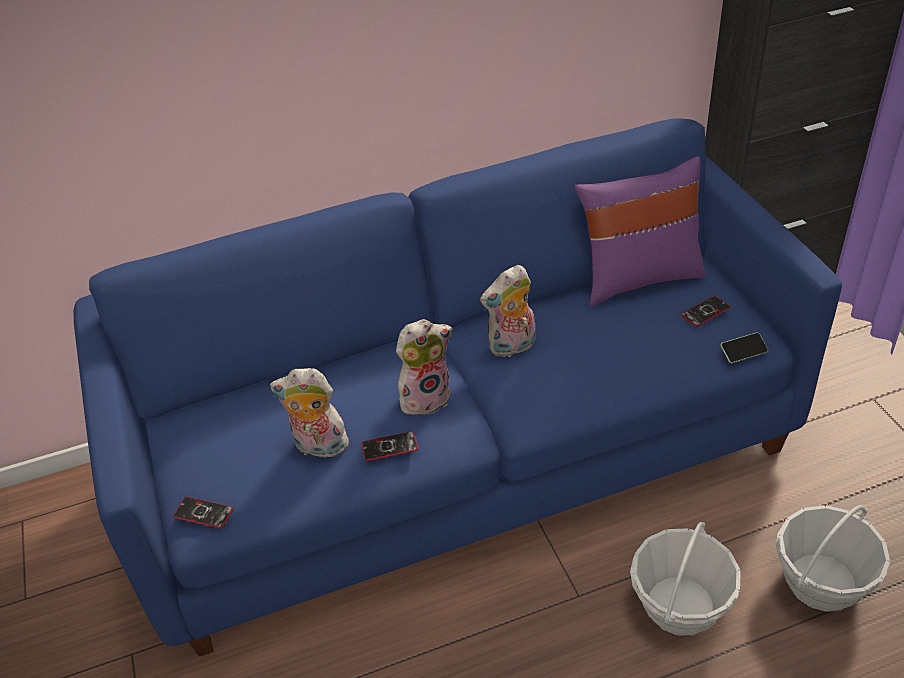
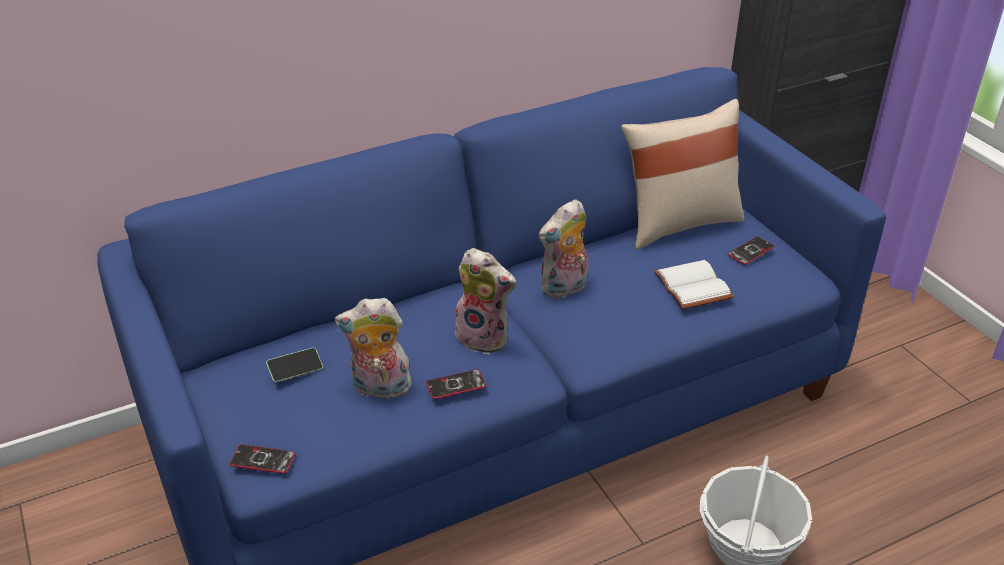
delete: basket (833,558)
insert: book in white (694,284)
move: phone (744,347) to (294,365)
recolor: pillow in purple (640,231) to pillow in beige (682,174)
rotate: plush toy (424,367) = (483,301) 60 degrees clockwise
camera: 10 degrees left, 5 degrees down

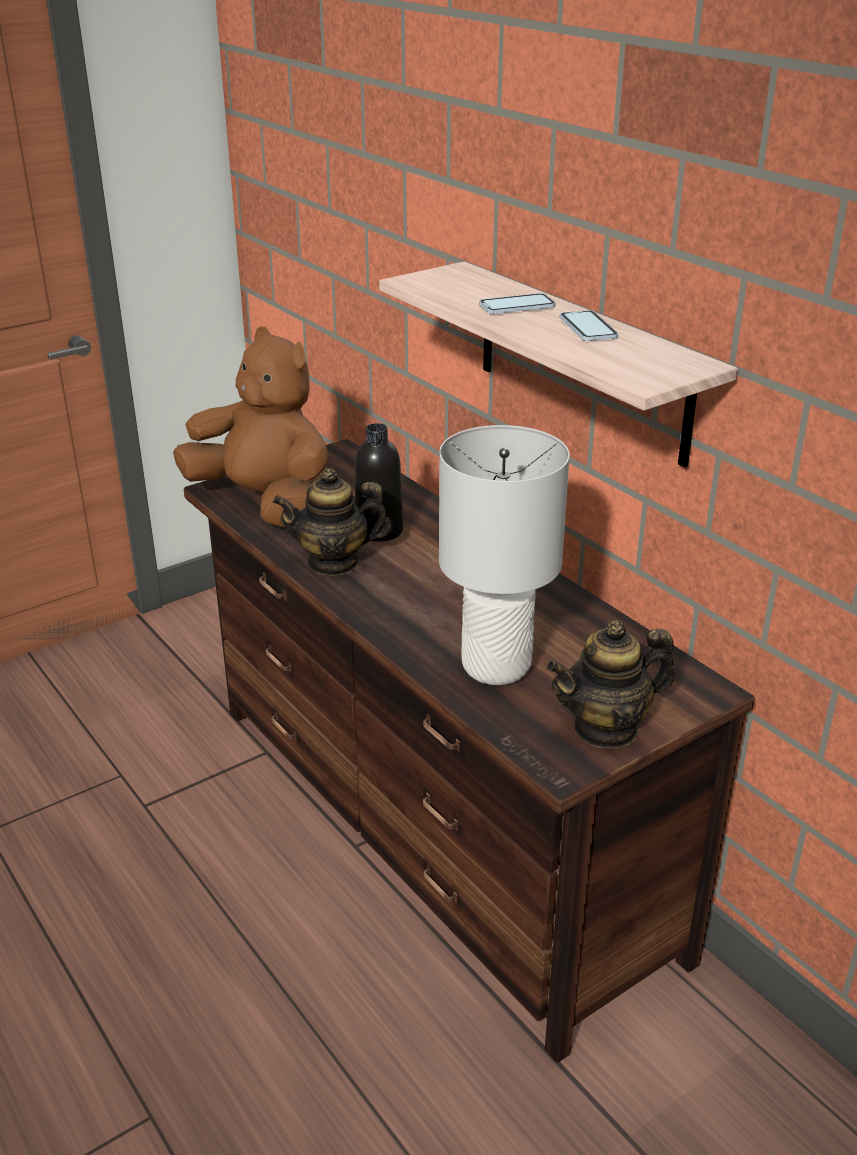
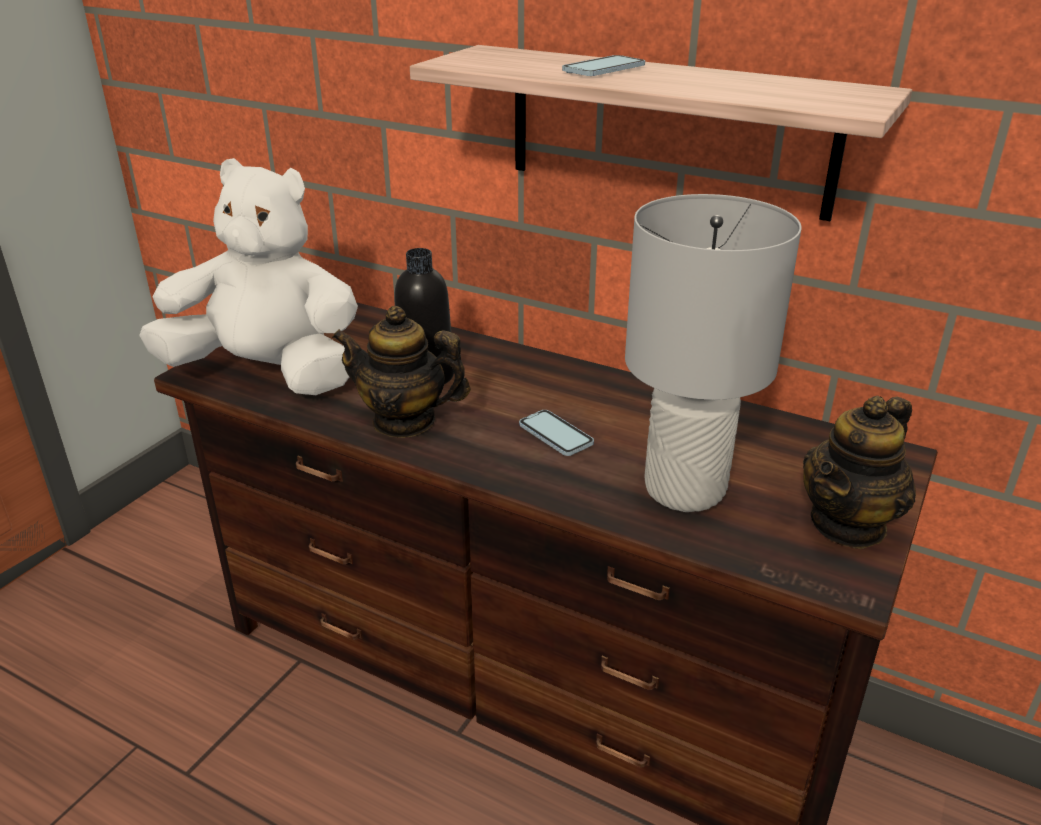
move: phone (589,325) to (556,433)
recolor: plush toy in brown (251,426) to plush toy in white (248,276)
rotate: teapot (332,522) = (401,372) 45 degrees clockwise
camera: 25 degrees left, 0 degrees up

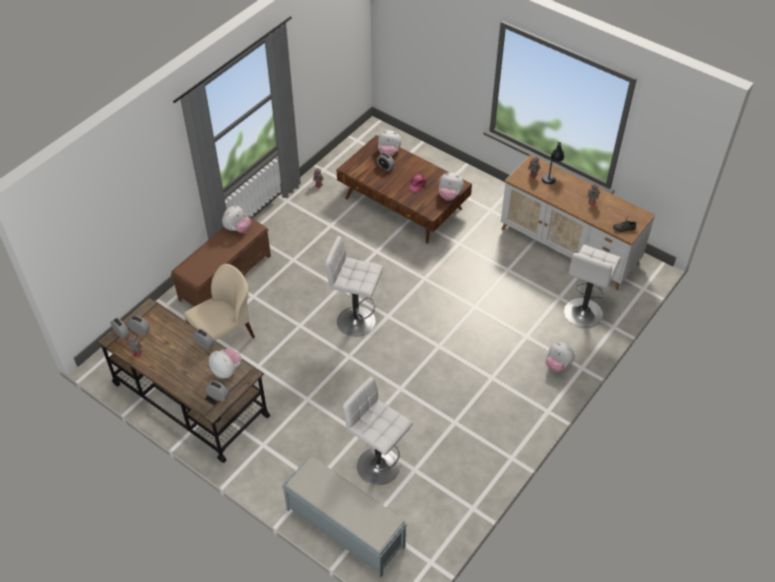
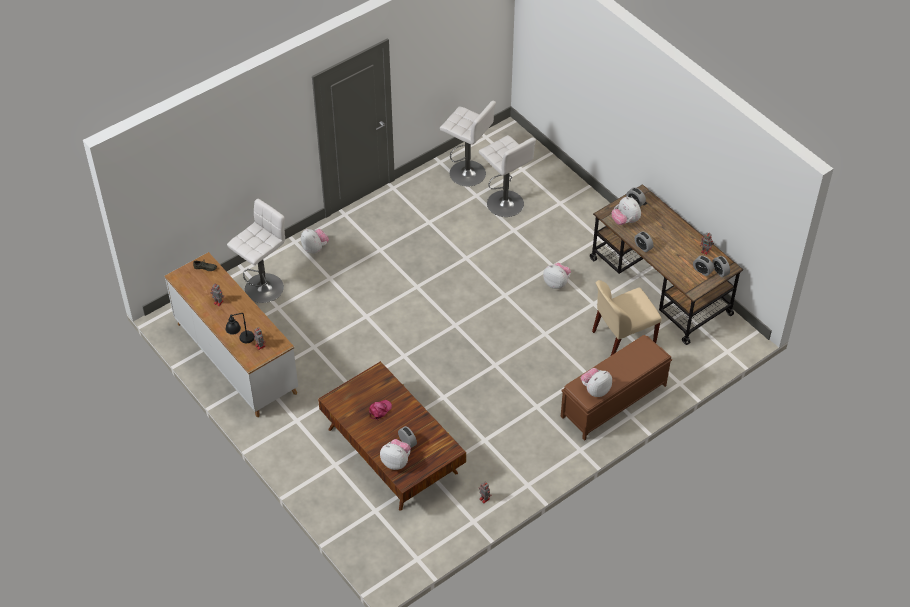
delete: bench in grey (345,517)
move: stool in white (354,286) to (468,143); plush toy (451,187) to (557,276)
camera: 165 degrees left, 0 degrees up

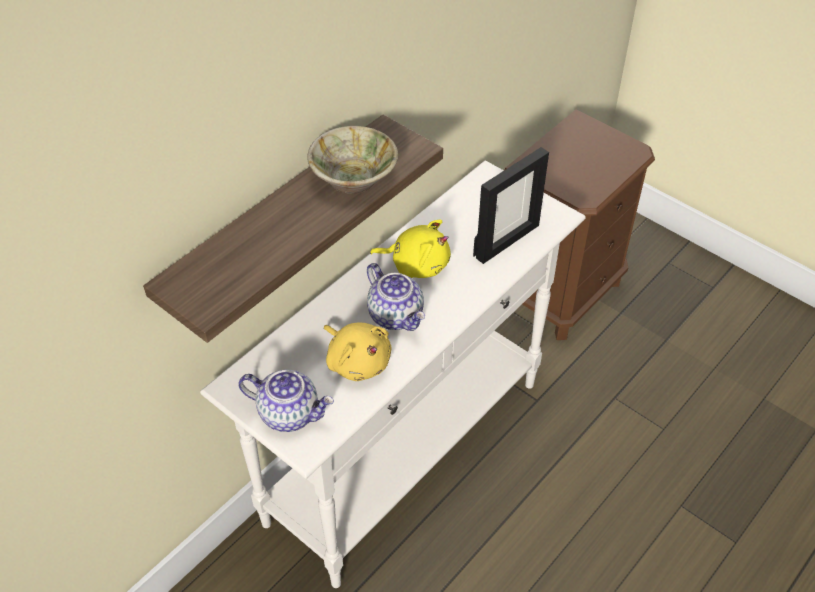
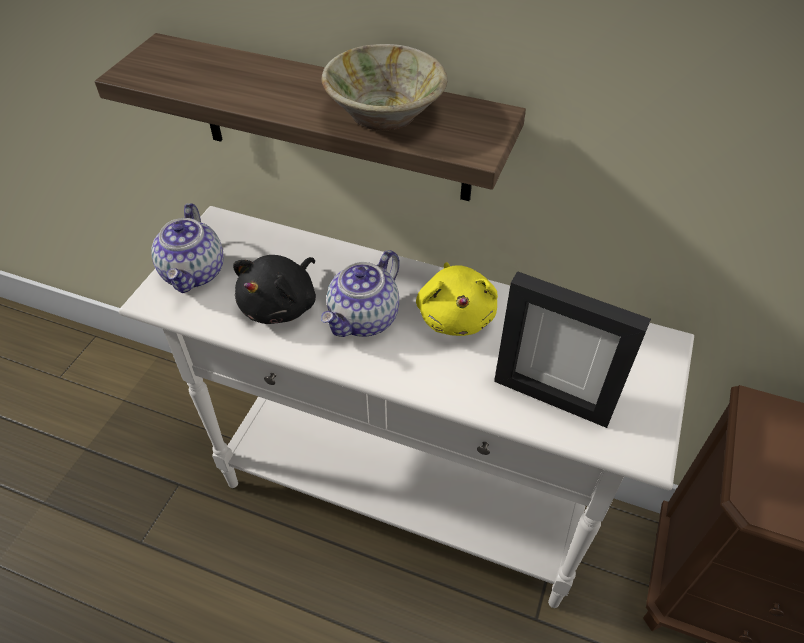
recolor: plush toy in yellow (357,352) to plush toy in black (274,289)
camera: 70 degrees right, 0 degrees up

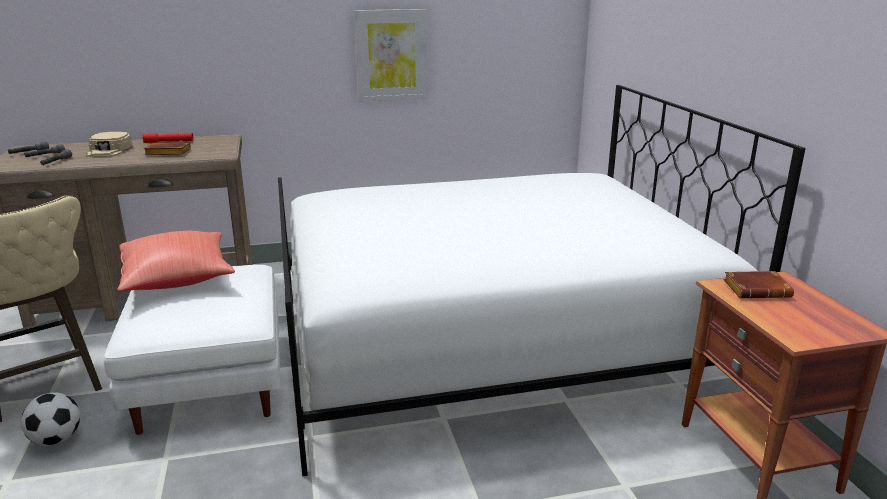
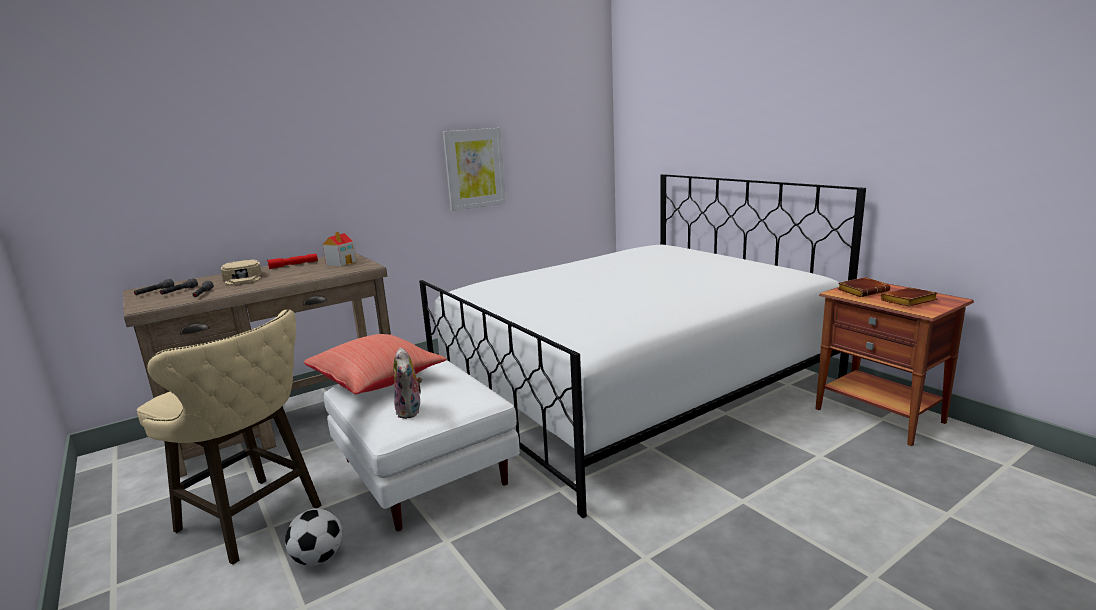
insert: toy house (340,248); plush toy (407,383)
move: book in brown (167,149) to (909,296)
camera: 20 degrees left, 5 degrees down

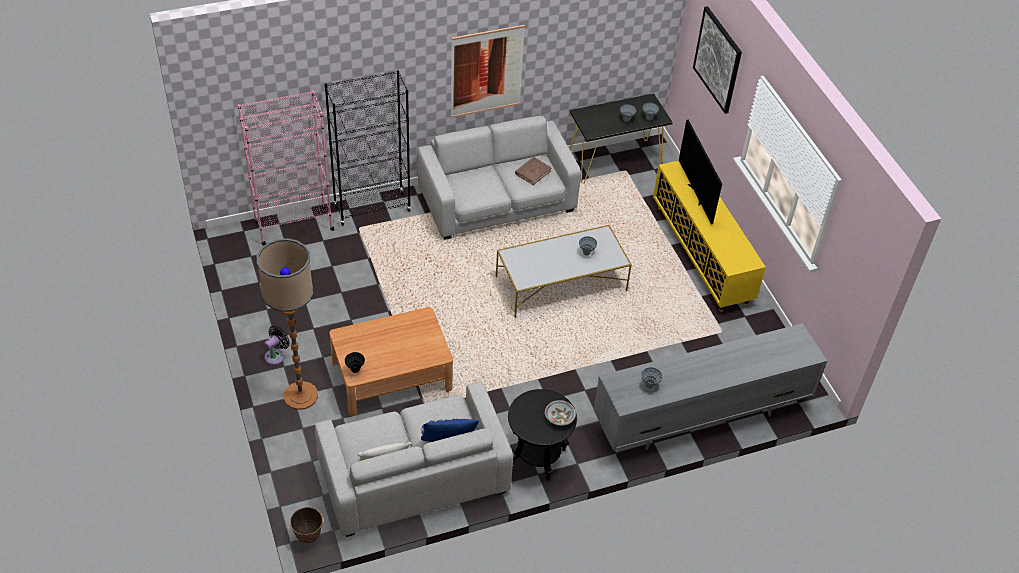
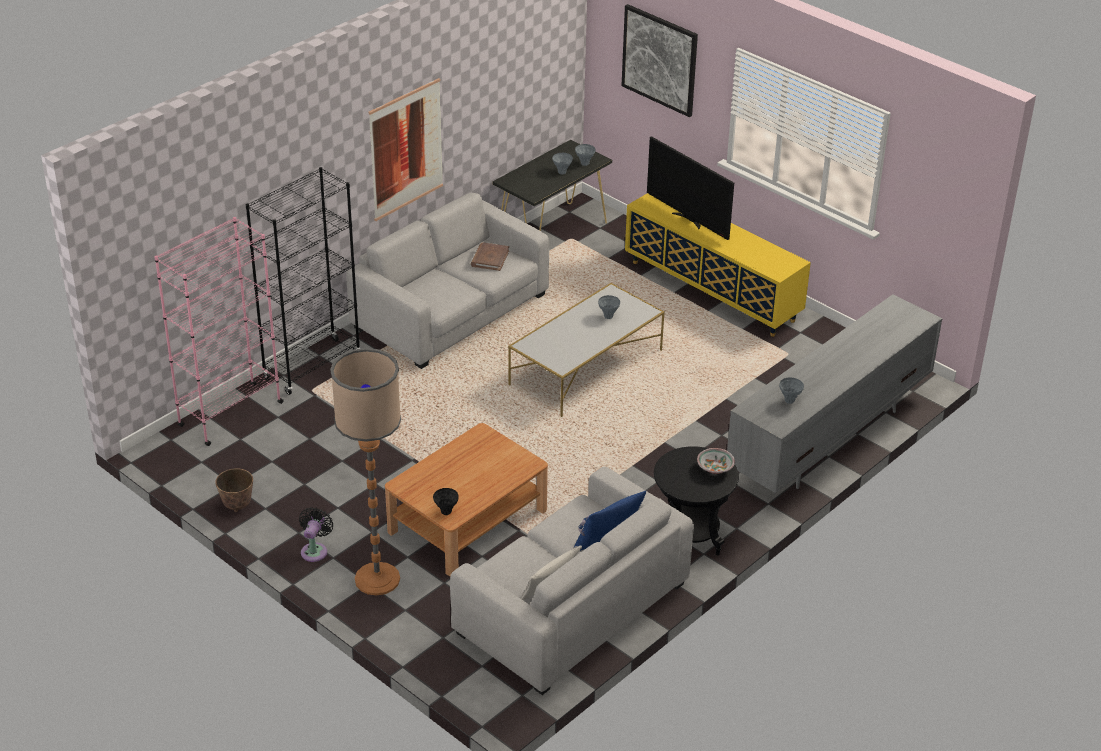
move: planter (306,525) to (234,490)
camera: 25 degrees left, 10 degrees down

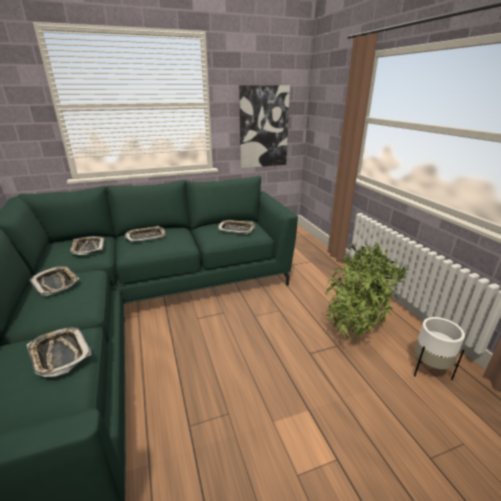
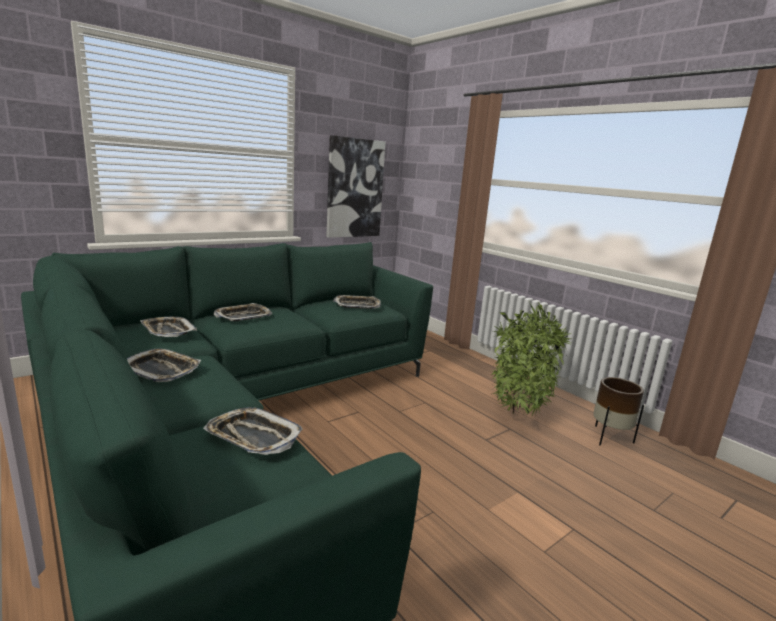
recolor: planter in white (439,348) to planter in brown (618,411)
camera: 20 degrees left, 10 degrees down

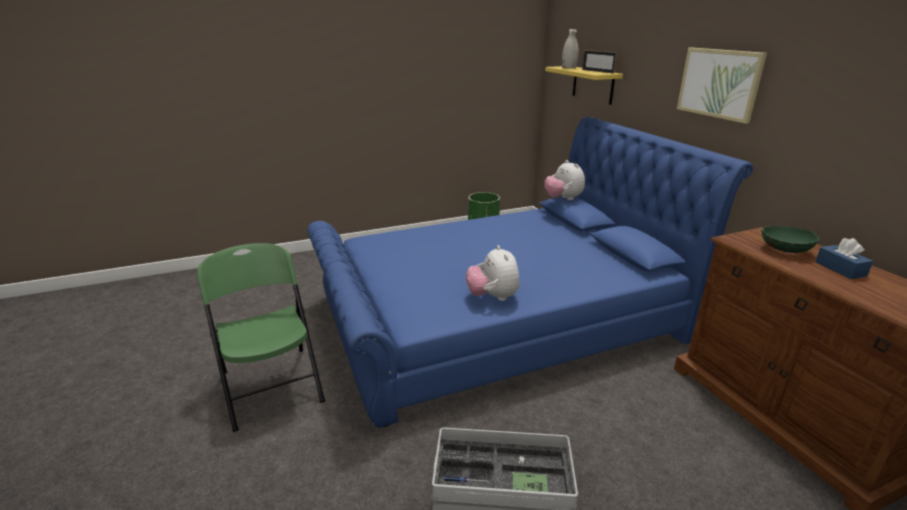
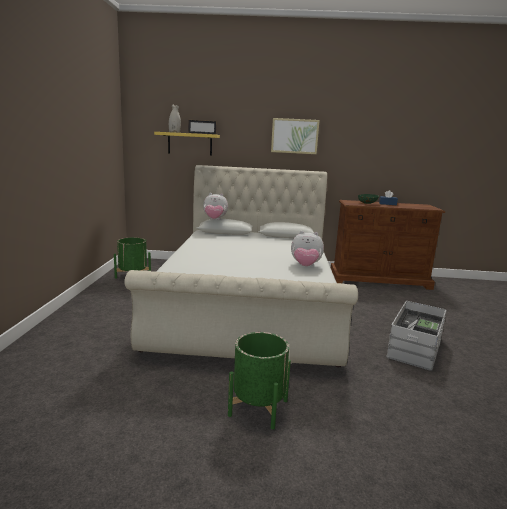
replace: chair in green (261,337) to planter in green (259,380)
recolor: bed in blue (530,272) to bed in beige (241,266)
camera: 65 degrees left, 10 degrees down

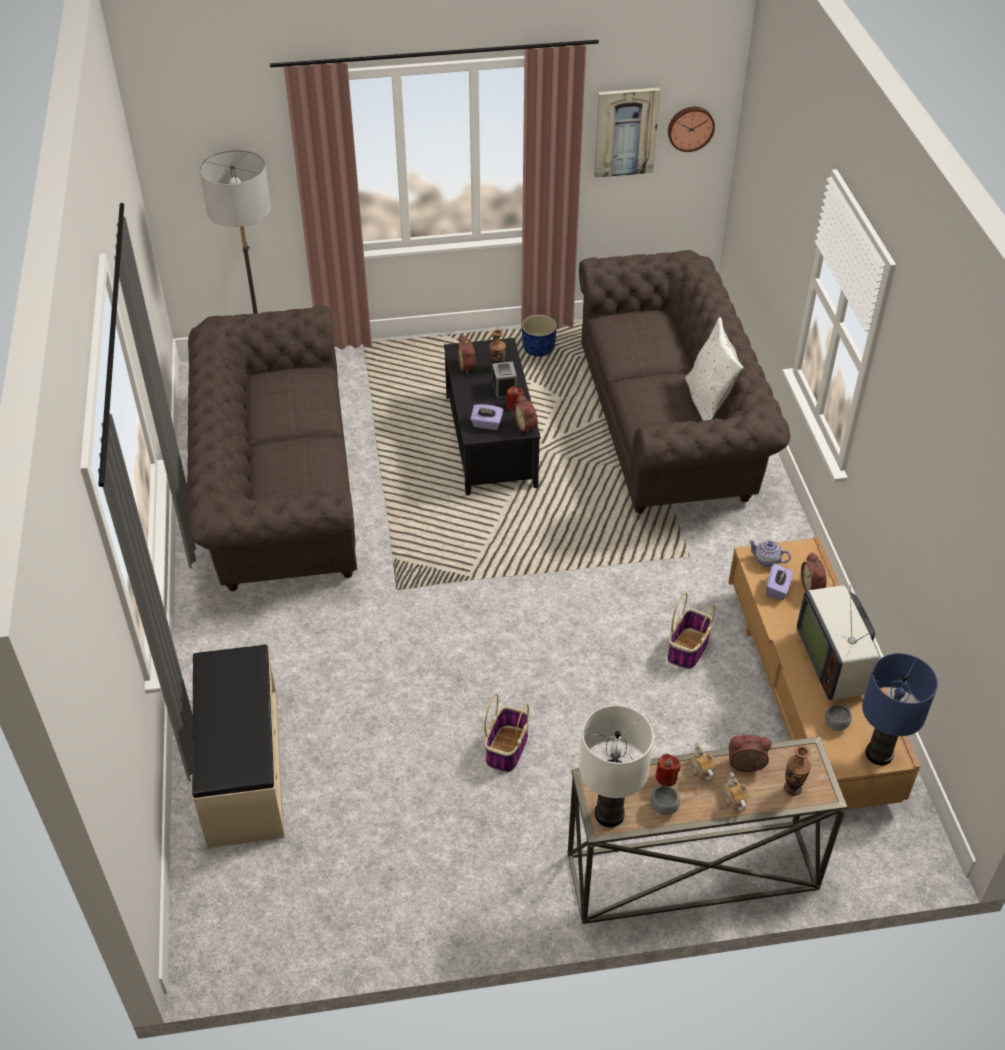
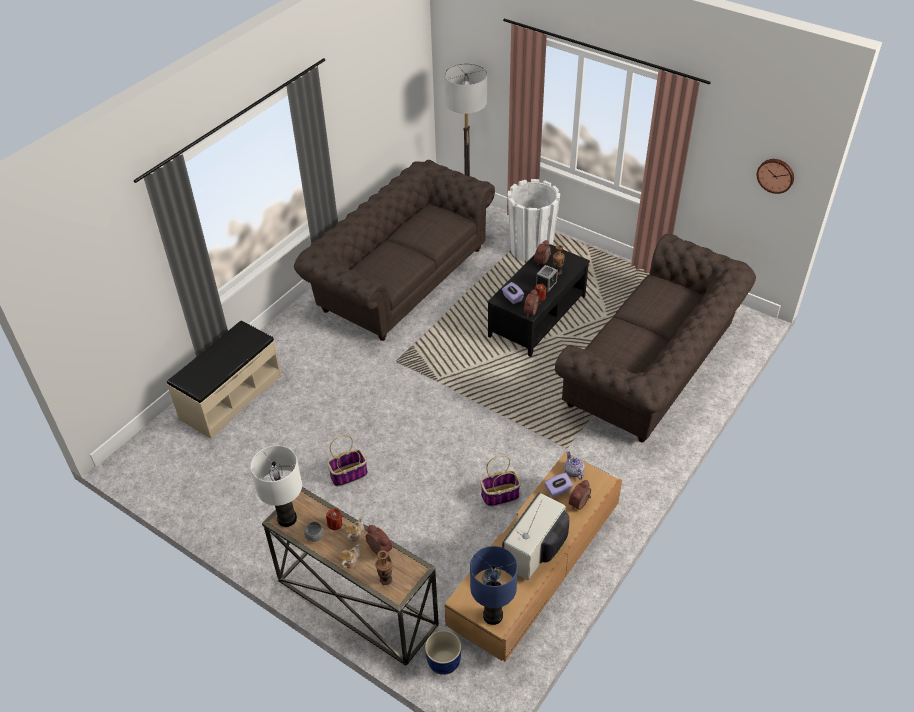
delete: picture (627,133); pillow in white (714,369)
insert: planter in white (534,220)
move: planter in blue (539,336) to (443,652)
camera: 45 degrees right, 0 degrees up

